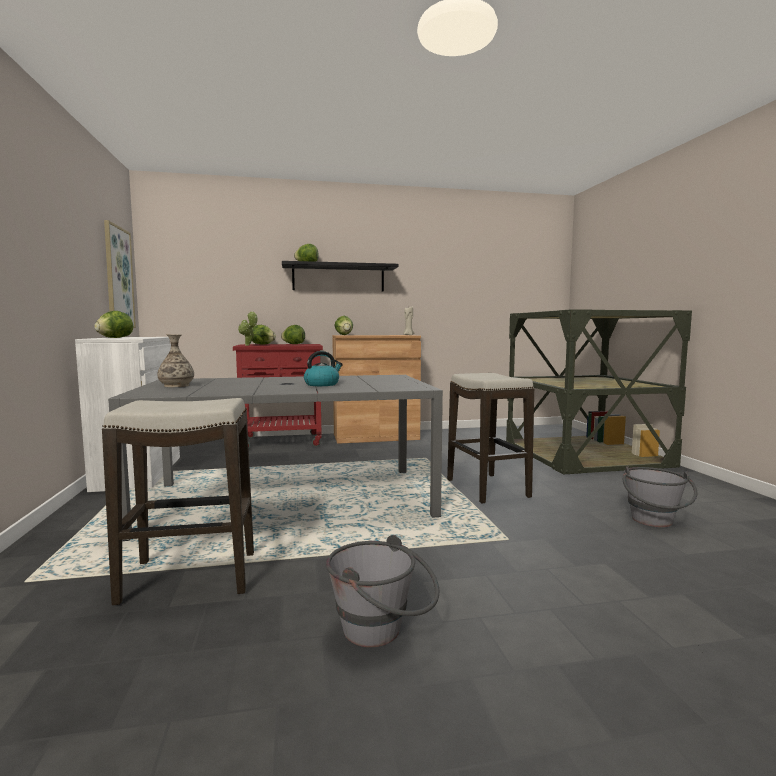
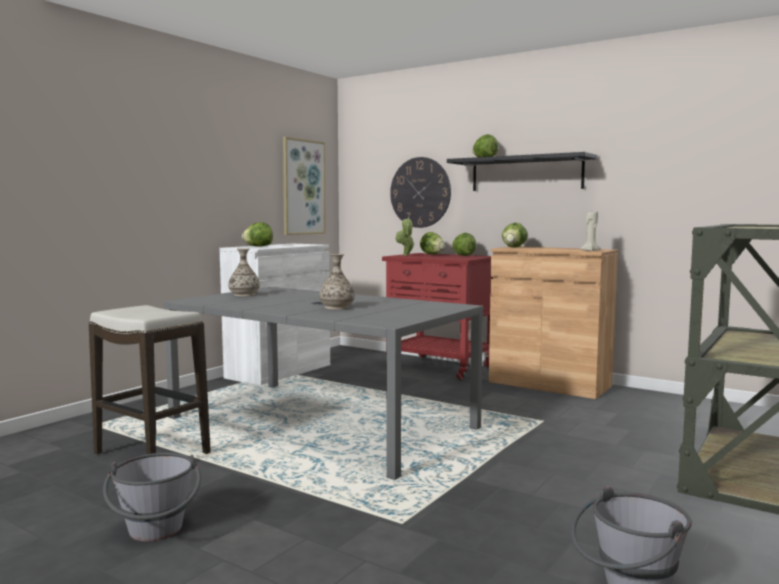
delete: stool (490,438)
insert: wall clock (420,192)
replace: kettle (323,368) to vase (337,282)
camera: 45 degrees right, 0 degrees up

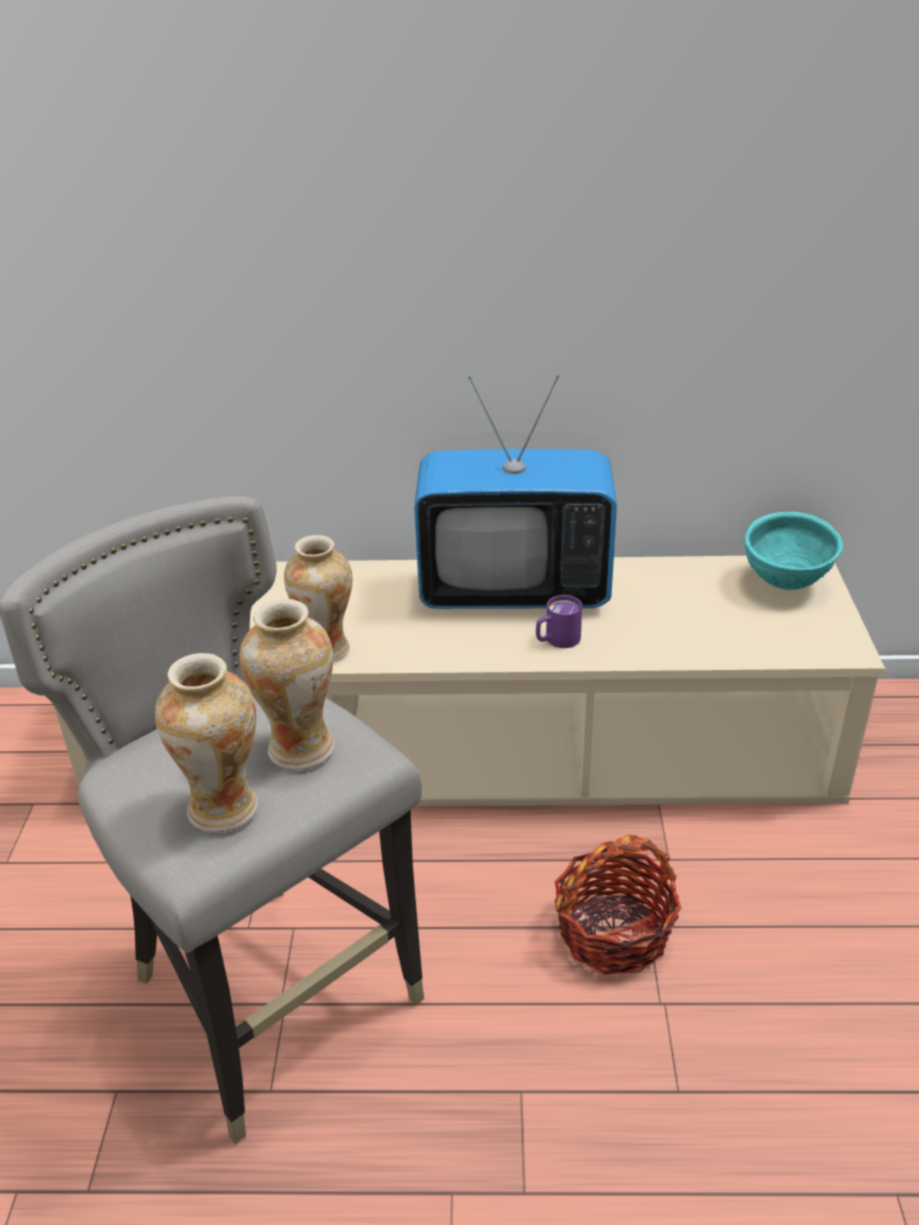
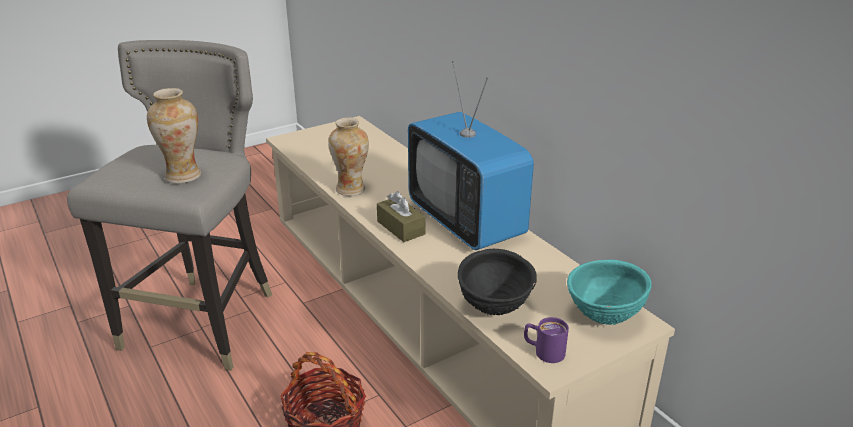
delete: vase (206,743)
insert: tissue box in brown (401,216); bowl in black (497,282)
move: mug in purple (559,621) to (546,340)
camera: 55 degrees right, 5 degrees down

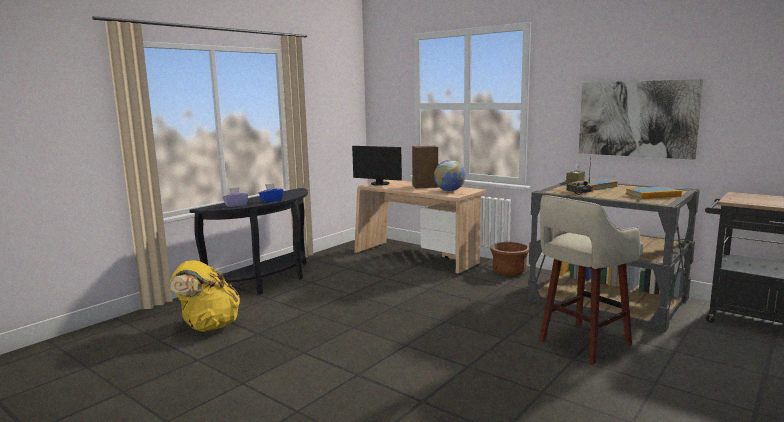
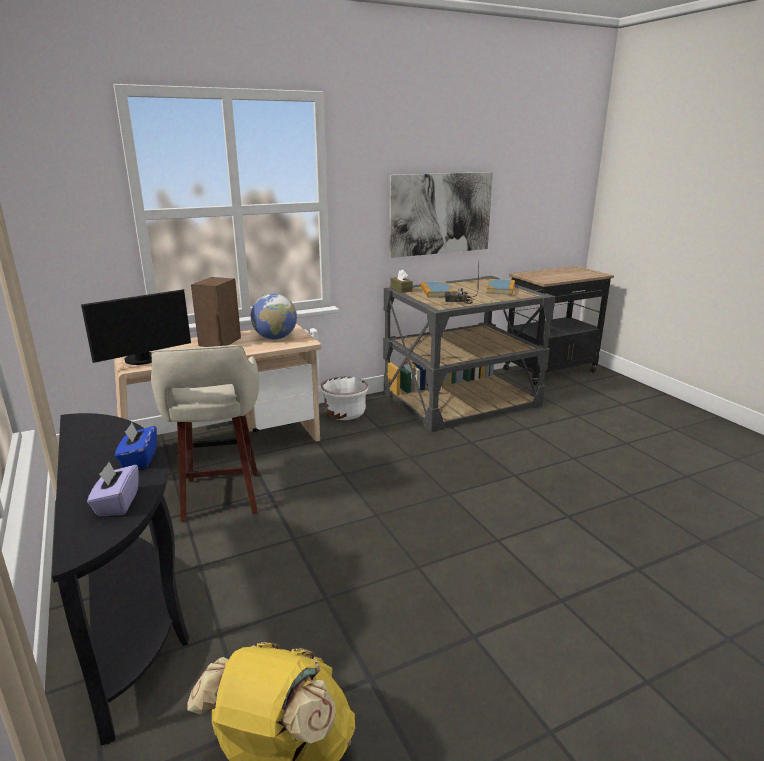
move: stool in beige (591,279) to (205,433)
recolor: planter in brown (509,259) to planter in white (344,398)
camera: 65 degrees left, 10 degrees up

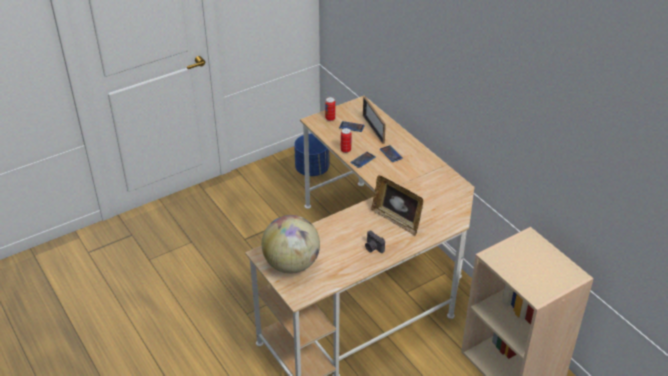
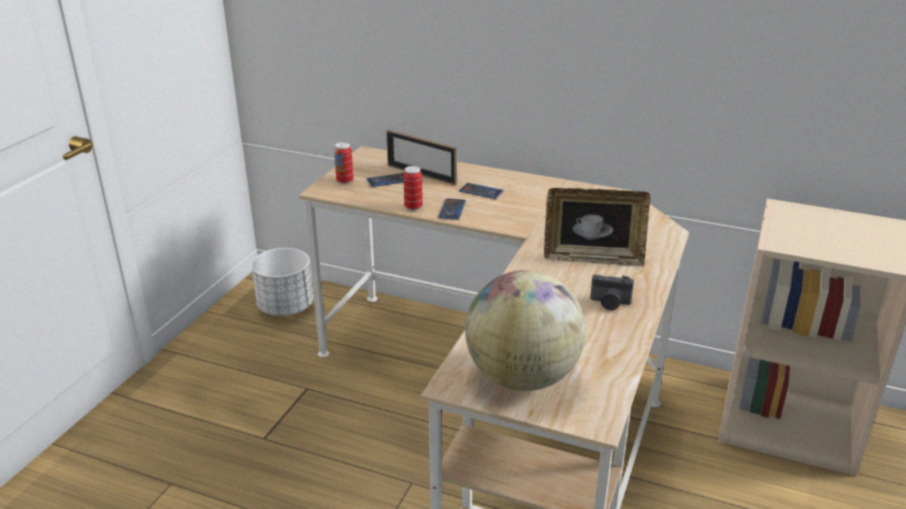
recolor: planter in blue (311,154) to planter in white (282,282)
camera: 35 degrees left, 10 degrees down

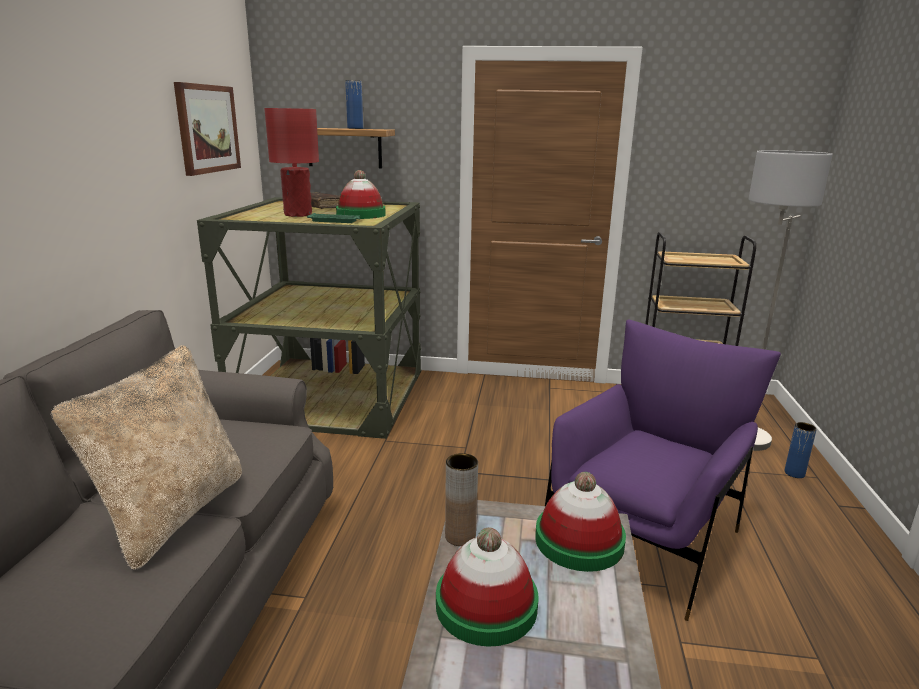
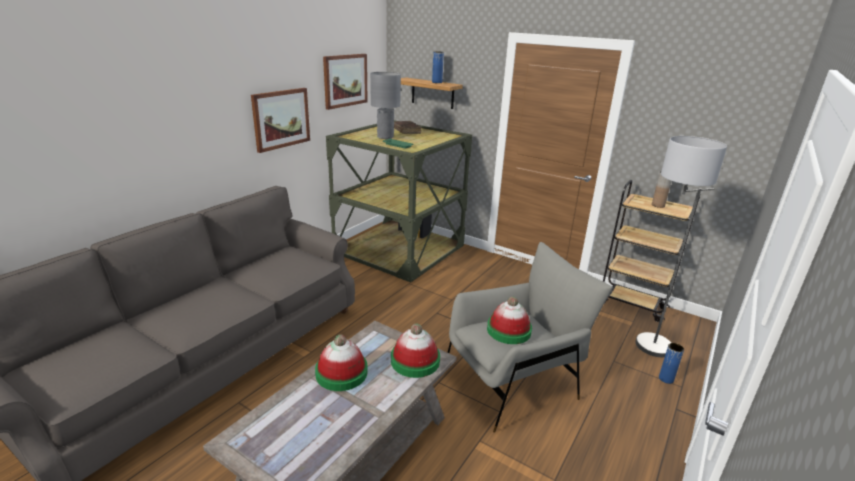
delete: pillow in beige (146,457)
insert: picture (280,120)
move: hat (361,194) to (509,320); vase in brown (461,499) to (662,189)
recolor: table lamp in red (291,162) to table lamp in grey (385,105); armchair in purple (663,470) to armchair in grey (530,337)
camera: 25 degrees right, 5 degrees up

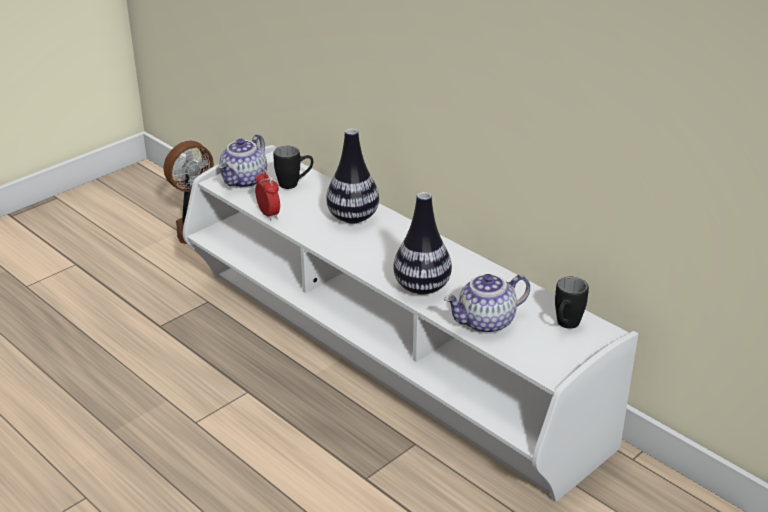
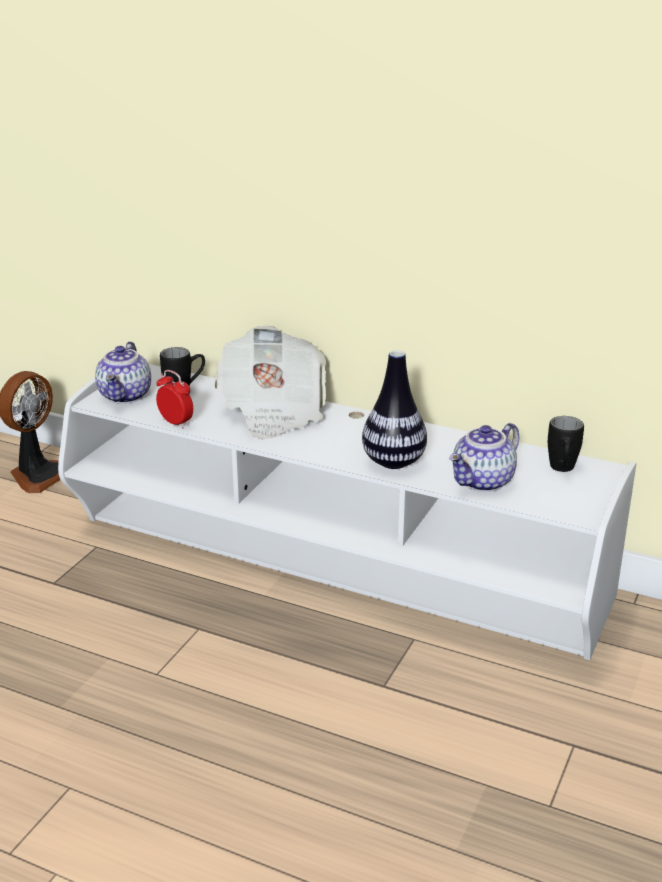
replace: vase (352,176) to newspaper (270,383)
camera: 20 degrees left, 5 degrees down

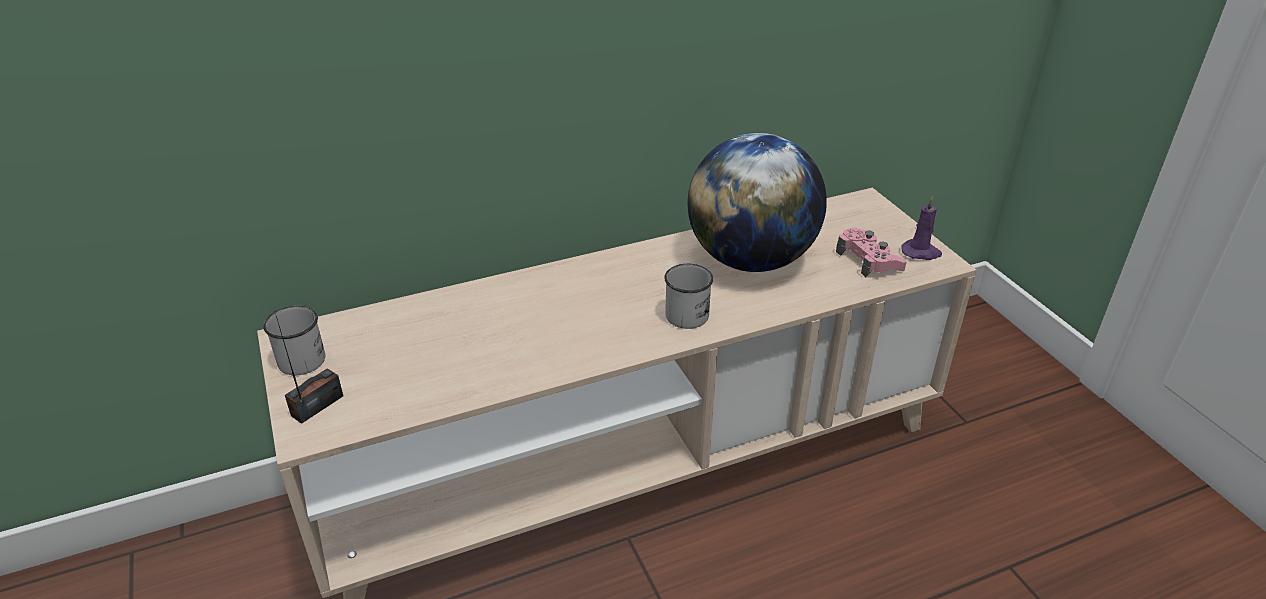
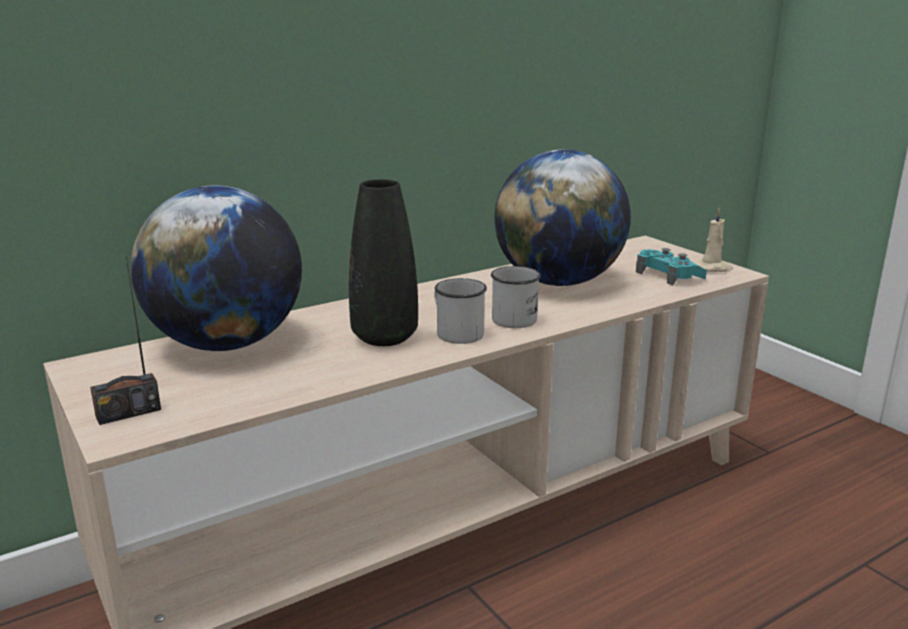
insert: globe (216,268); vase in black (383,262)
move: mug in white (294,340) to (460,311)
recolor: game controller in pink (871,252) to game controller in turquoise (671,266); candle in purple (921,228) to candle in beige (713,239)
rotate: radio (309,368) = (125,340) 150 degrees counterclockwise
camera: 10 degrees left, 15 degrees down

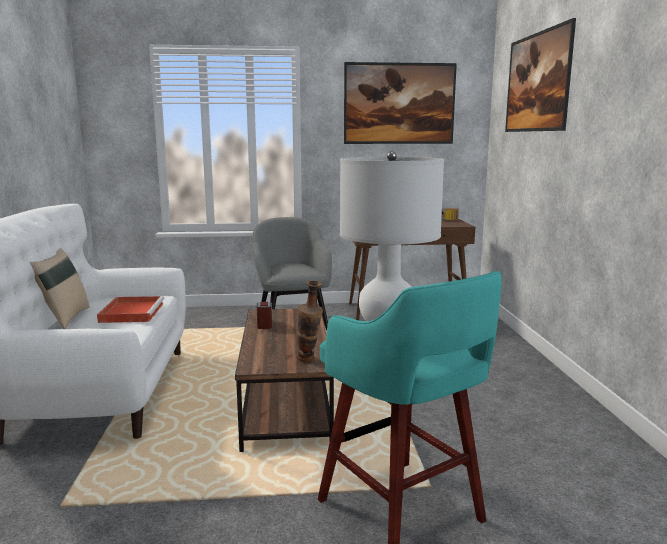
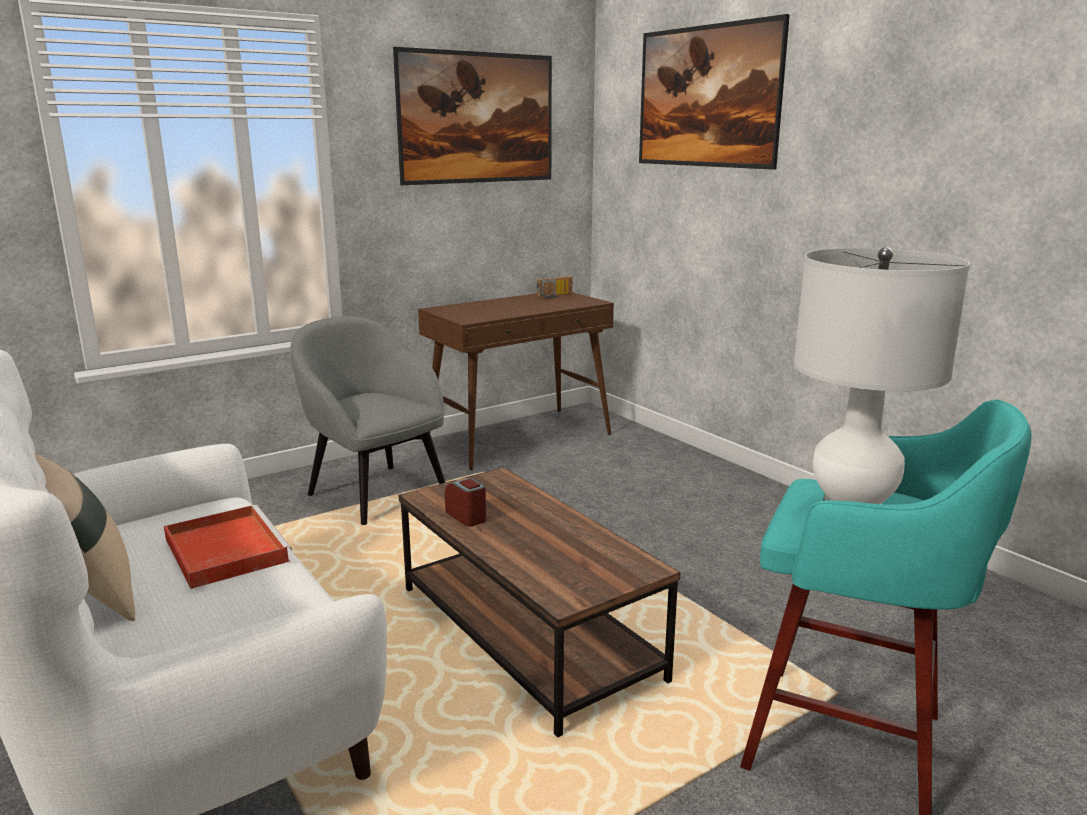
delete: vase (310,321)
camera: 30 degrees left, 5 degrees up

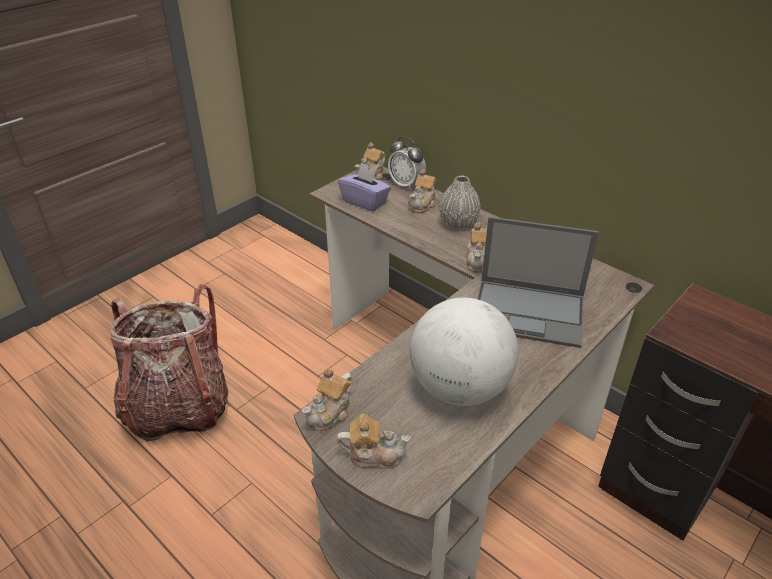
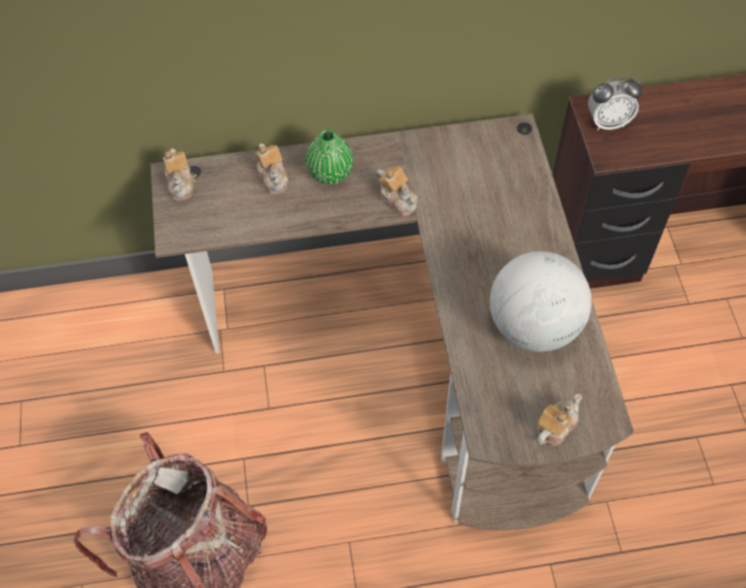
delete: teapot (327,399); tissue box in purple (364,188); laptop (538,282)
move: alarm clock (407,164) to (615,104)
recolor: vase in grey (460,202) to vase in green (329,156)
camera: 50 degrees left, 20 degrees up

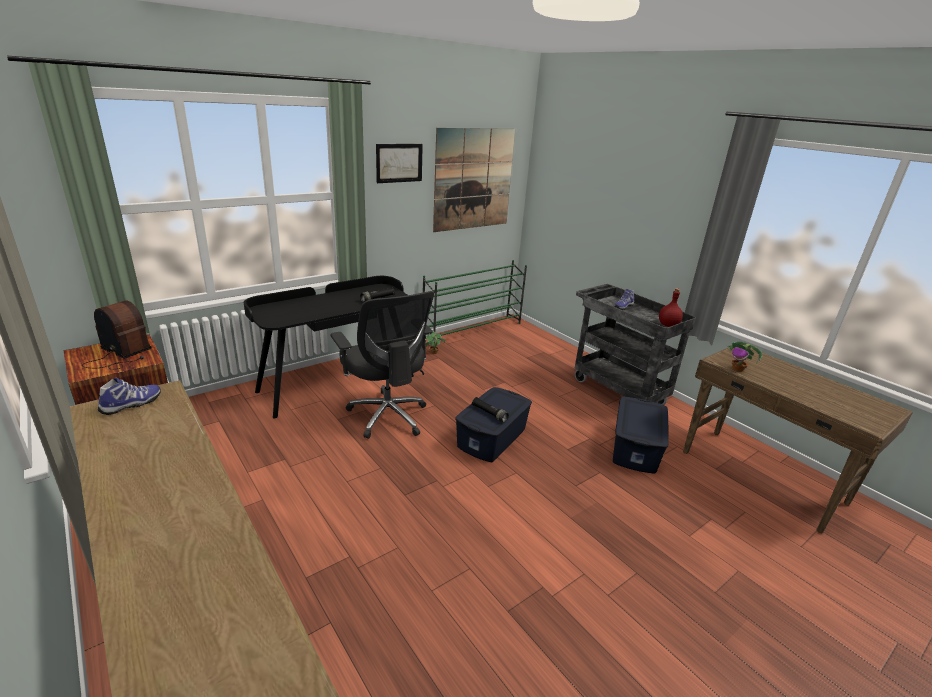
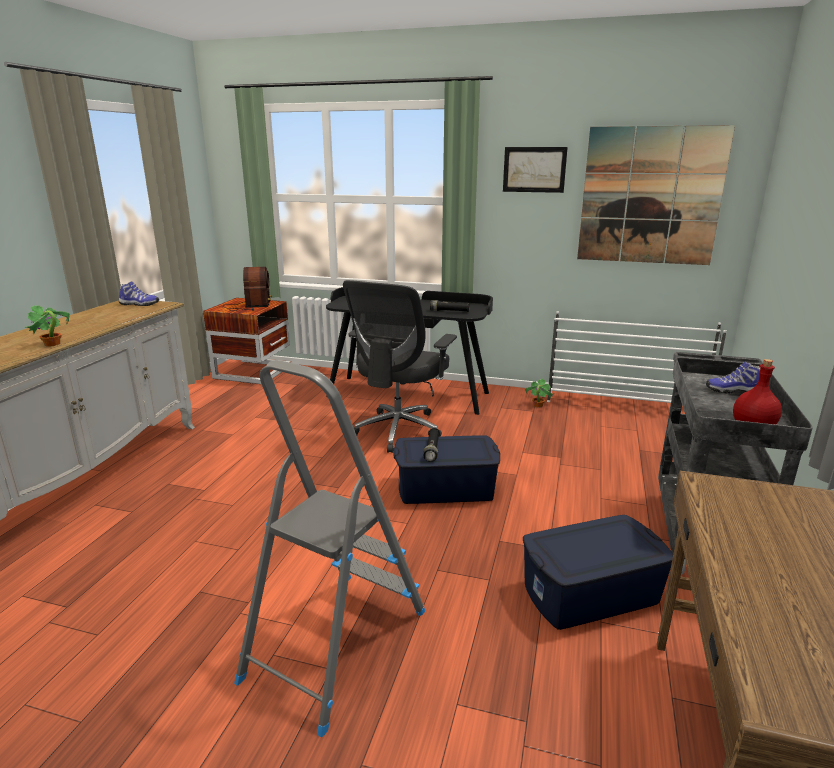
insert: step ladder in grey (329,548)
move: potted plant (744,357) to (47,326)
recolor: shoe rack in green (475,303) to shoe rack in white (637,357)
camera: 55 degrees right, 5 degrees down

